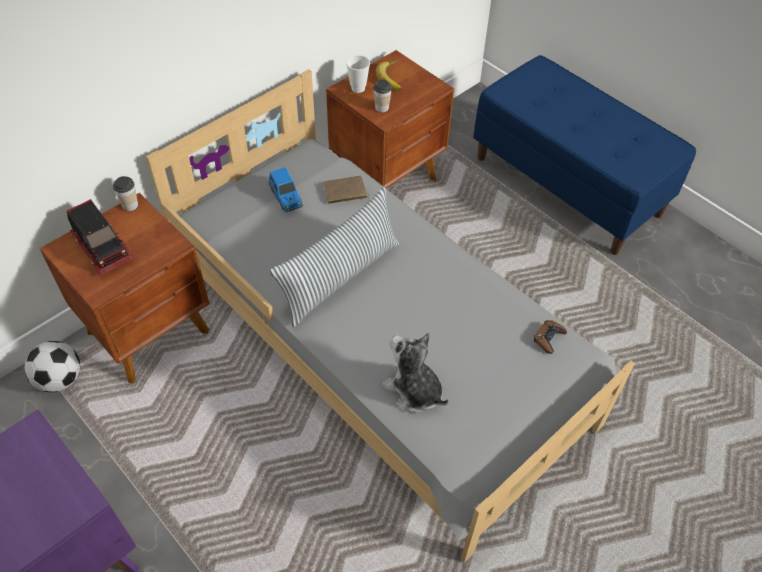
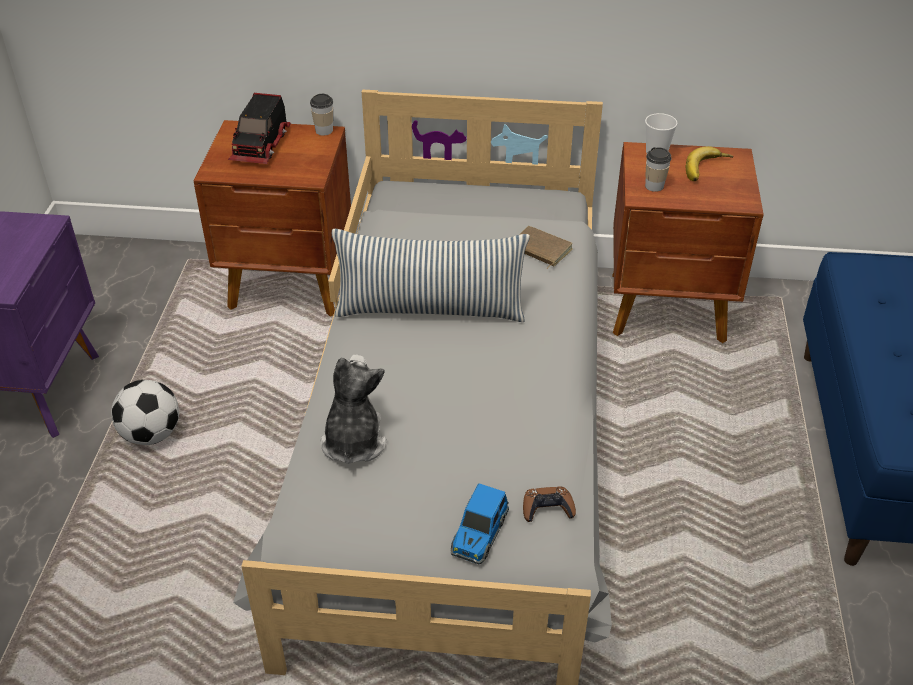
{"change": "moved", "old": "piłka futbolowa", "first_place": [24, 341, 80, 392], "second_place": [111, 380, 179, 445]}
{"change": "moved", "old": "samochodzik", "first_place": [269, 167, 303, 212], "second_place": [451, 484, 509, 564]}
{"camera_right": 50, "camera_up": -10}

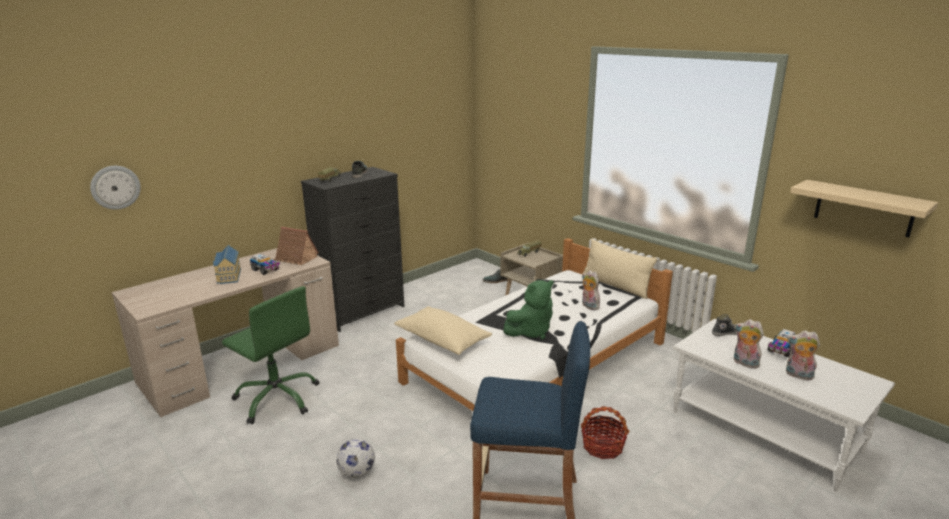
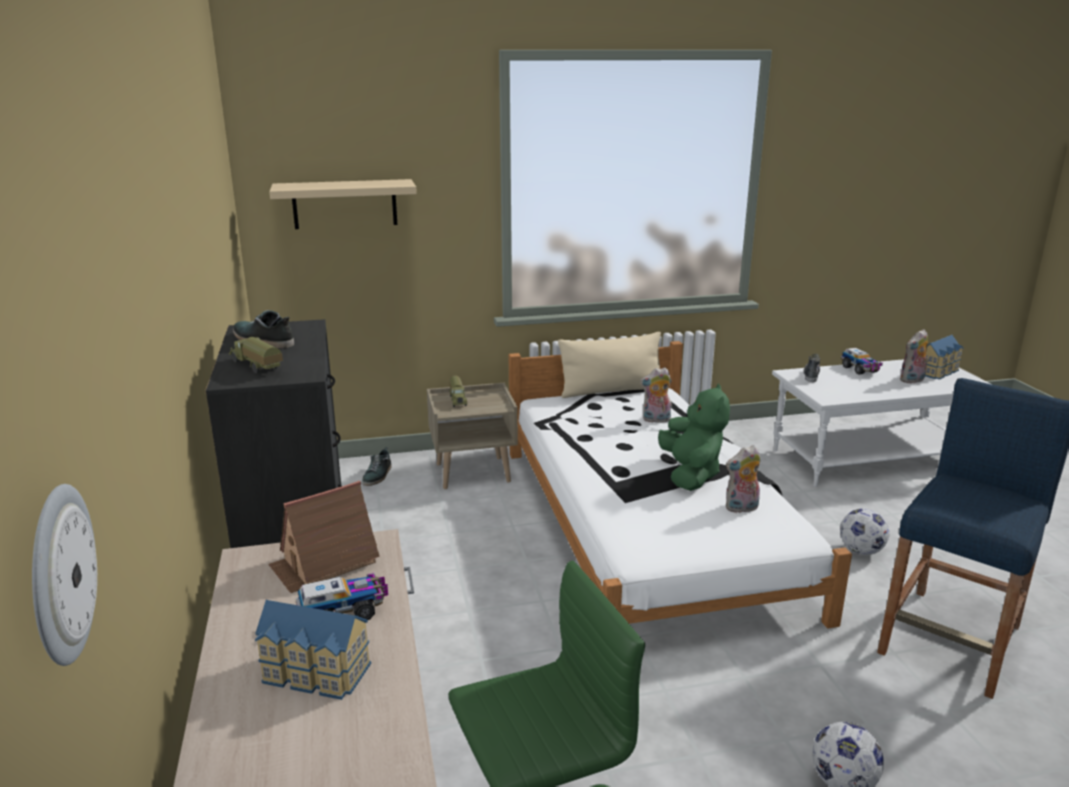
{"change": "removed", "old": "poduszka/beżowy", "first_place": [394, 306, 492, 355]}
{"change": "added", "new": "domek", "second_place": [925, 335, 964, 380]}
{"change": "moved", "old": "pluszak", "first_place": [734, 319, 764, 368], "second_place": [726, 445, 760, 513]}
{"change": "moved", "old": "półka/beżowy", "first_place": [790, 180, 938, 237], "second_place": [269, 179, 417, 229]}
{"change": "replaced", "old": "koszyk", "new": "piłka futbolowa", "first_place": [581, 406, 630, 459], "second_place": [840, 509, 889, 555]}
{"camera_right": -60, "camera_up": 0}

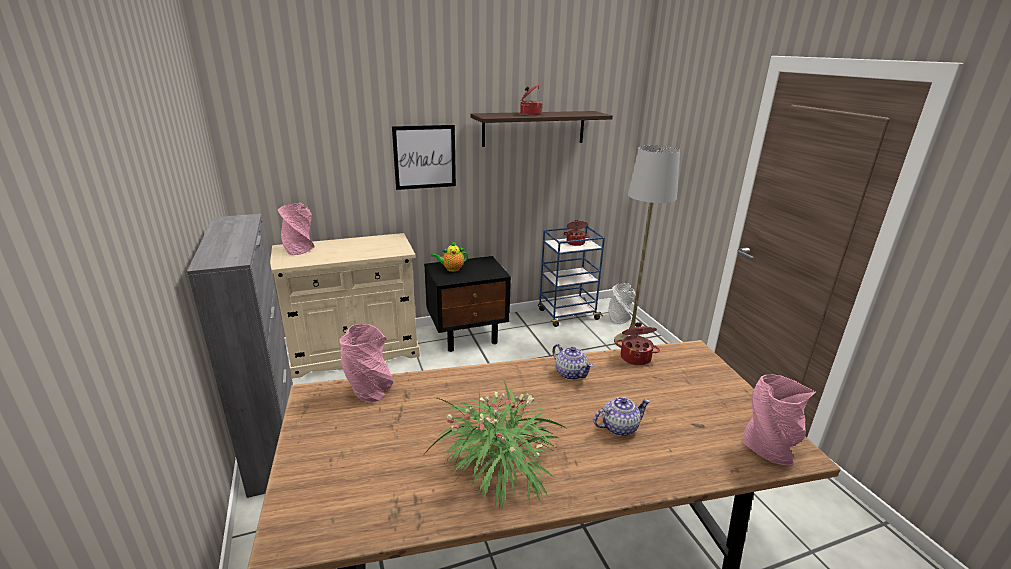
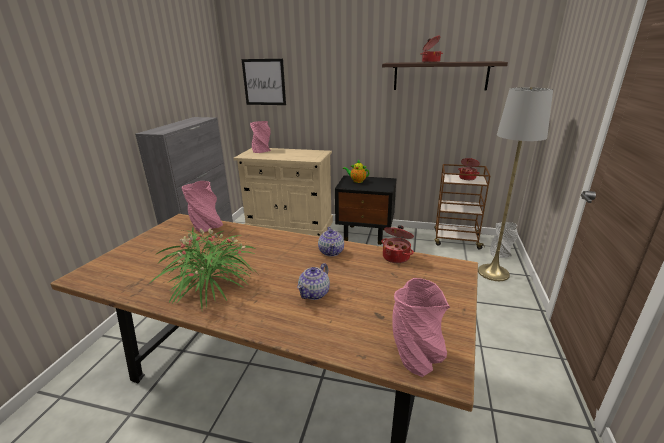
{"change": "moved", "old": "obraz", "first_place": [392, 125, 456, 190], "second_place": [242, 59, 286, 105]}
{"change": "recoloured", "old": "wózek/niebieski", "new": "wózek/brązowy", "first_place": [538, 226, 605, 327], "second_place": [434, 164, 490, 250]}
{"change": "turned", "old": "imbryk", "first_place": [594, 397, 650, 436], "second_place": [297, 263, 330, 300], "degrees": 105}
{"camera_right": 35, "camera_up": 0}

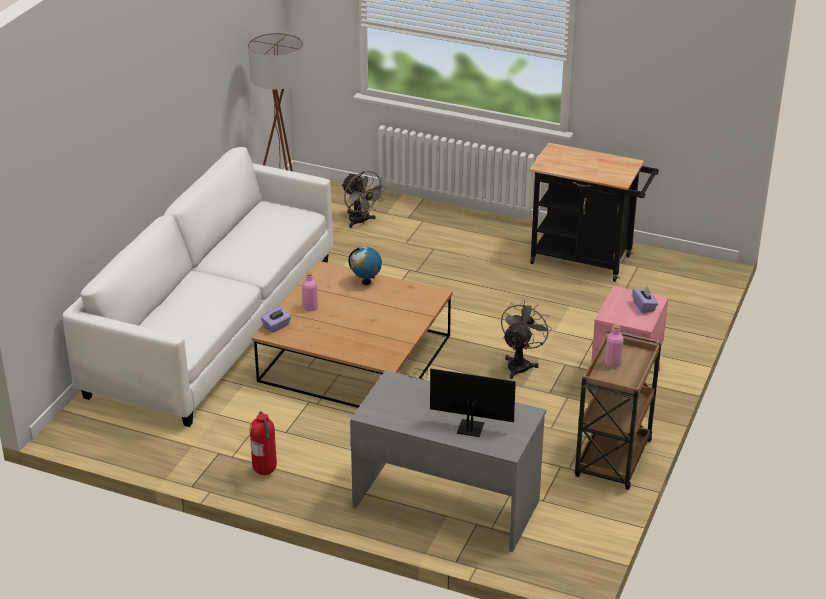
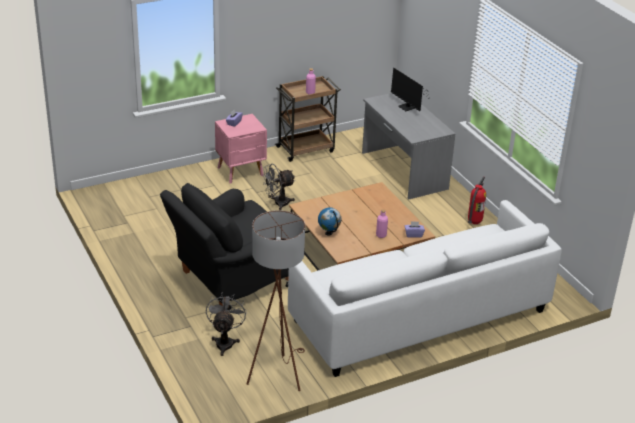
{"change": "removed", "old": "wózek/czarny", "first_place": [529, 143, 659, 282]}
{"change": "added", "new": "fotel/czarny", "second_place": [160, 183, 289, 312]}
{"camera_right": -140, "camera_up": 0}

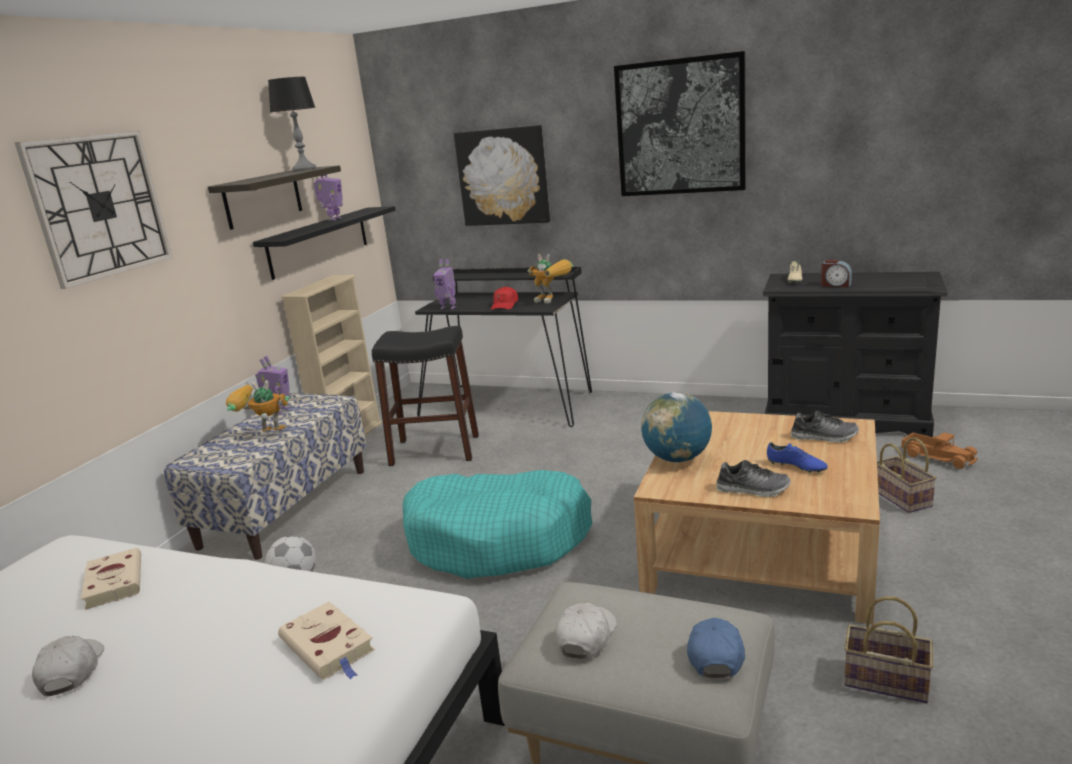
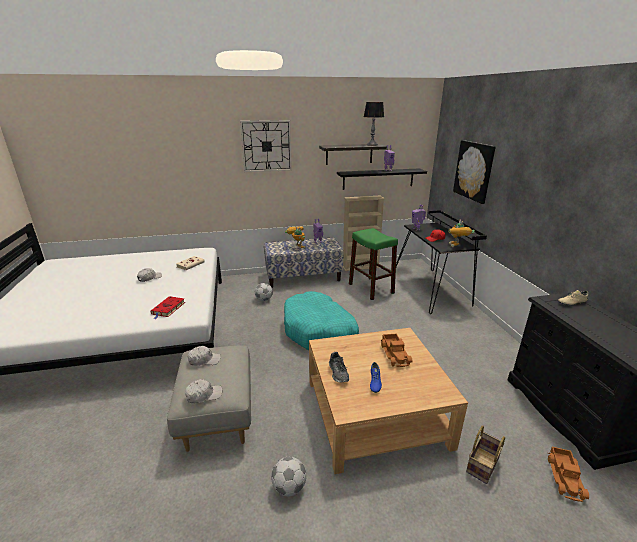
{"change": "removed", "old": "obraz", "first_place": [614, 51, 746, 196]}
{"change": "removed", "old": "globus", "first_place": [641, 392, 712, 462]}
{"change": "removed", "old": "but", "first_place": [791, 411, 859, 442]}
{"change": "removed", "old": "budzik", "first_place": [821, 260, 852, 287]}
{"change": "added", "new": "ciężarówka zabawkowa", "second_place": [381, 333, 413, 367]}
{"change": "replaced", "old": "koszyk", "new": "piłka futbolowa", "first_place": [844, 596, 933, 703], "second_place": [271, 457, 306, 496]}
{"change": "recoloured", "old": "książka/beżowy", "new": "książka/czerwony", "first_place": [278, 601, 375, 680], "second_place": [150, 296, 185, 319]}
{"change": "recoloured", "old": "stołek/czarny", "new": "stołek/zielony", "first_place": [372, 326, 479, 466], "second_place": [349, 228, 398, 300]}
{"change": "recoloured", "old": "czapka z daszkiem/niebieski", "new": "czapka z daszkiem/biały", "first_place": [687, 618, 745, 678], "second_place": [185, 379, 222, 403]}
{"camera_right": 55, "camera_up": 5}

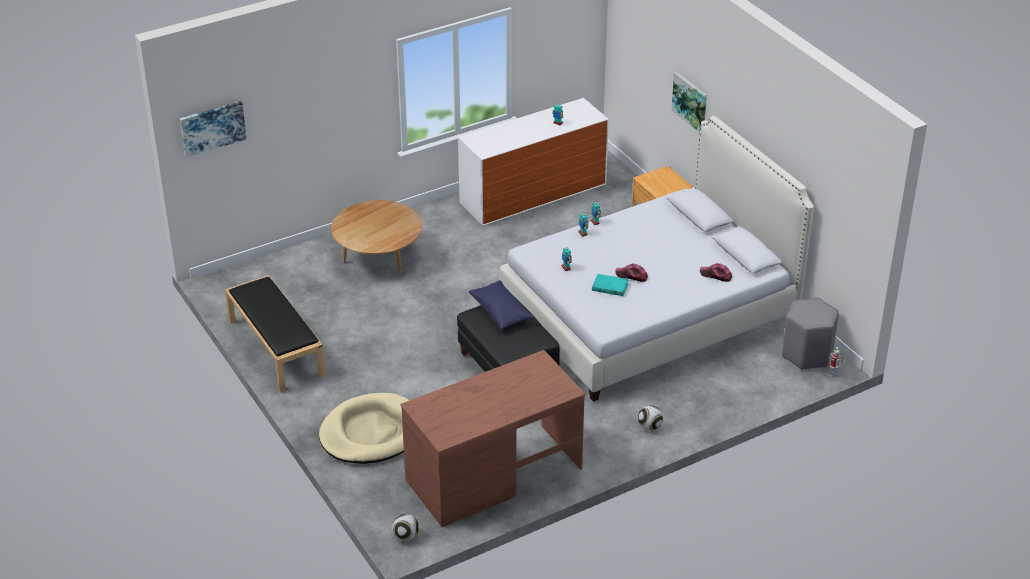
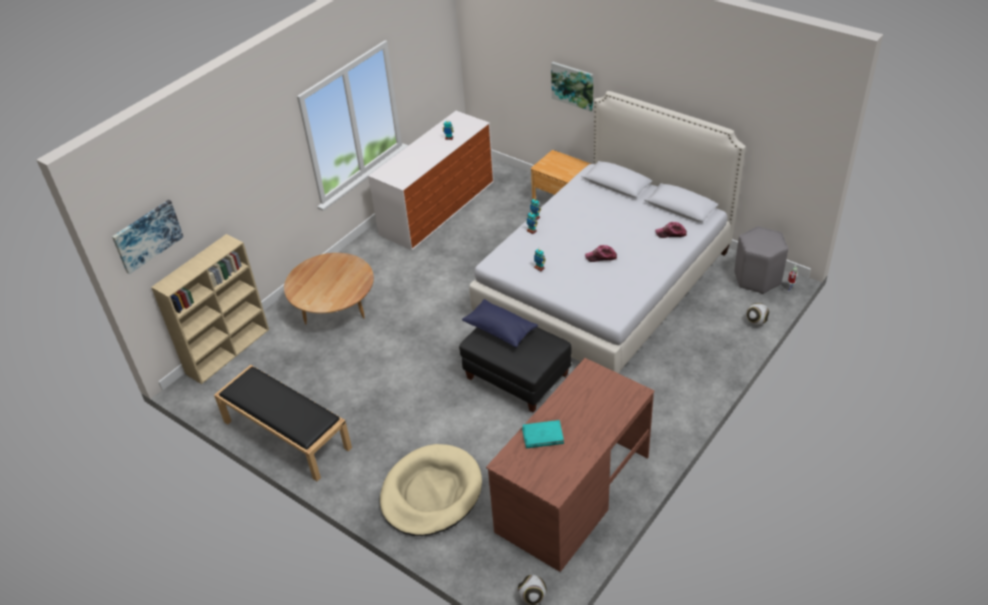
{"change": "added", "new": "regał/beżowy", "second_place": [151, 234, 269, 384]}
{"change": "moved", "old": "książka/turkusowy", "first_place": [592, 274, 629, 296], "second_place": [522, 420, 564, 448]}
{"change": "moved", "old": "piłka futbolowa", "first_place": [638, 405, 663, 430], "second_place": [746, 303, 770, 325]}
{"camera_right": -20, "camera_up": 5}

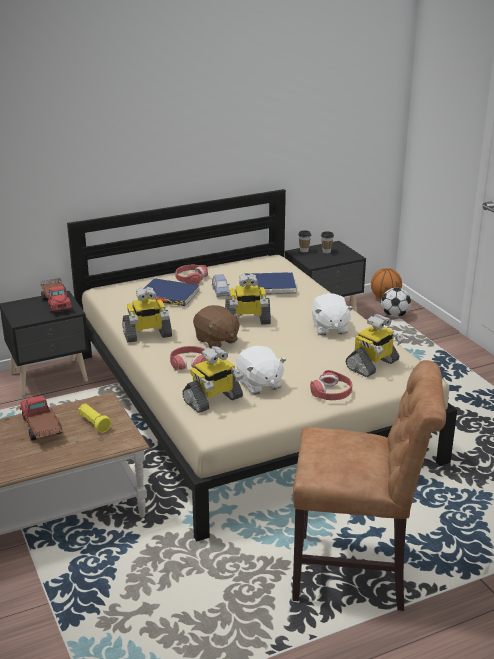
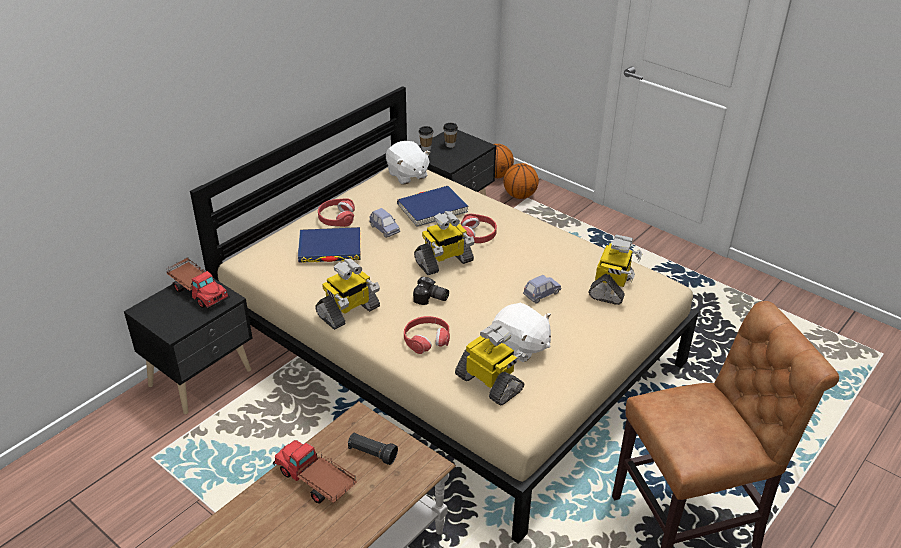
{"change": "added", "new": "samochodzik/niebieski", "second_place": [523, 275, 562, 303]}
{"change": "moved", "old": "słuchawki/czerwony", "first_place": [310, 370, 352, 400], "second_place": [461, 213, 497, 243]}
{"change": "moved", "old": "pluszak/biały", "first_place": [312, 293, 354, 335], "second_place": [386, 141, 431, 185]}
{"change": "replaced", "old": "pluszak/brązowy", "new": "aparat fotograficzny", "first_place": [193, 305, 241, 348], "second_place": [413, 277, 449, 305]}
{"change": "replaced", "old": "piłka futbolowa", "new": "piłka do koszykówki", "first_place": [381, 288, 411, 318], "second_place": [504, 163, 539, 199]}
{"change": "recoloured", "old": "latarka/żółty", "new": "latarka/czarny", "first_place": [78, 404, 111, 433], "second_place": [348, 433, 398, 465]}
{"change": "turned", "old": "robot zabawkowy", "first_place": [182, 346, 244, 413], "second_place": [455, 323, 528, 405], "degrees": -75}
{"camera_right": -25, "camera_up": 10}

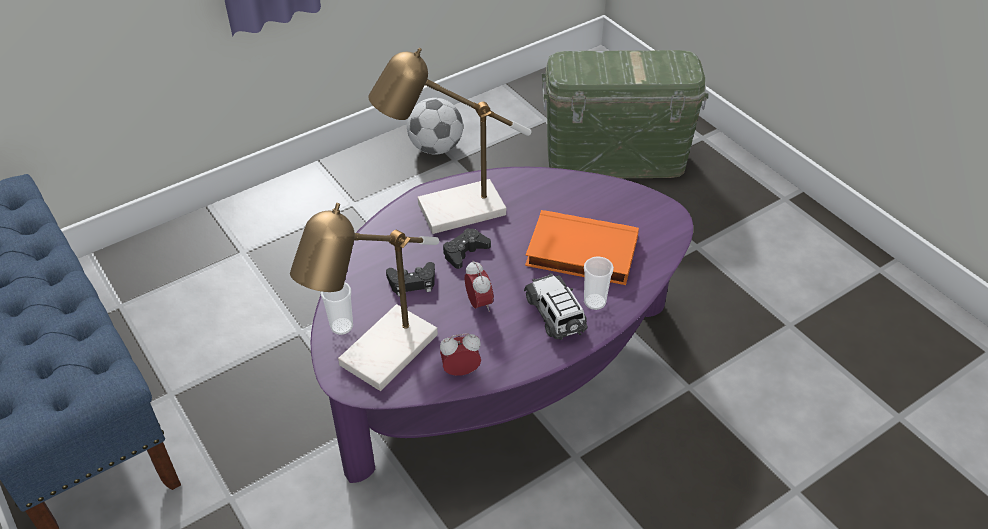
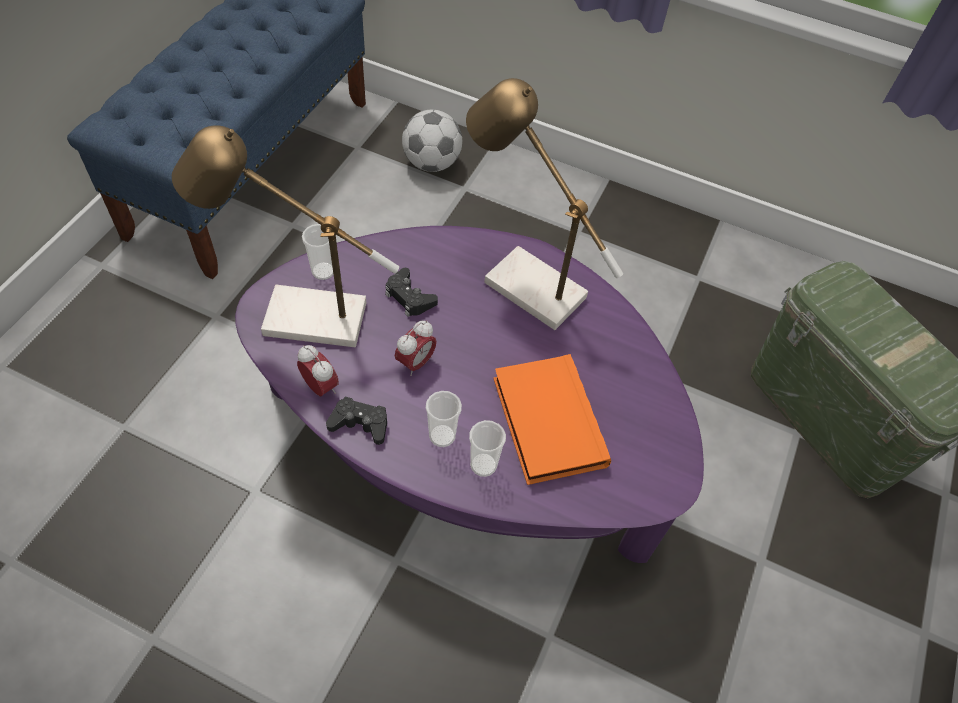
{"change": "moved", "old": "piłka futbolowa", "first_place": [407, 98, 463, 155], "second_place": [402, 110, 462, 172]}
{"change": "moved", "old": "pad do gier/czarny", "first_place": [443, 228, 491, 269], "second_place": [326, 397, 387, 445]}
{"change": "replaced", "old": "samochodzik", "new": "filiżanka", "first_place": [524, 273, 587, 340], "second_place": [426, 391, 462, 447]}
{"camera_right": 55, "camera_up": 10}

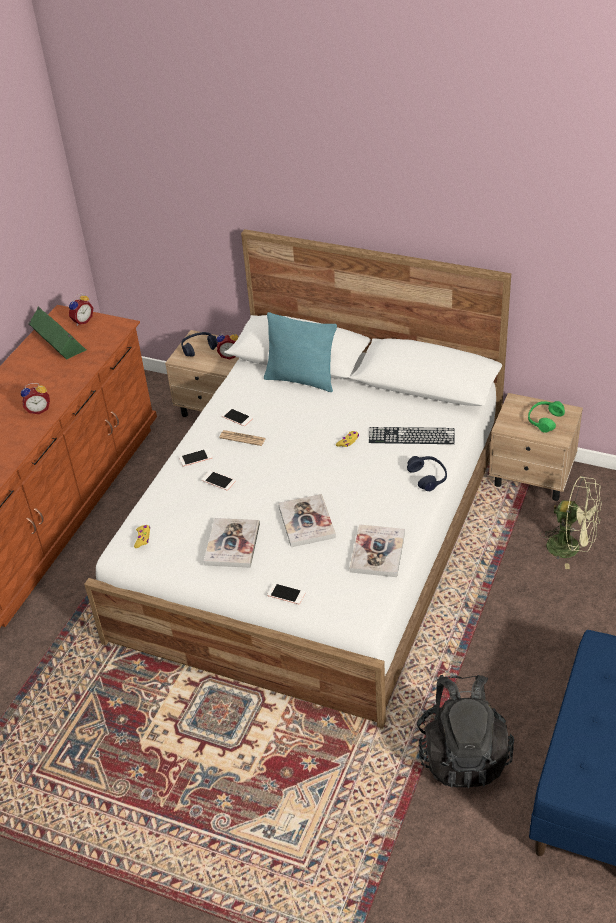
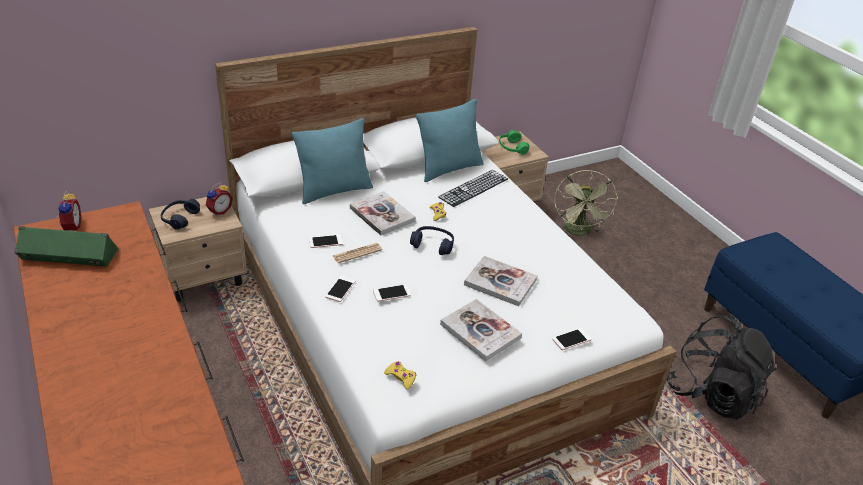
{"change": "removed", "old": "budzik", "first_place": [21, 383, 50, 414]}
{"change": "added", "new": "poduszka/turkusowy", "second_place": [416, 99, 484, 182]}
{"change": "moved", "old": "książka", "first_place": [350, 524, 405, 577], "second_place": [350, 191, 416, 235]}
{"change": "moved", "old": "słuchawki/niebieski", "first_place": [407, 456, 447, 491], "second_place": [410, 226, 454, 255]}
{"change": "turned", "old": "wentylator/zielony", "first_place": [540, 476, 602, 569], "second_place": [555, 170, 618, 236], "degrees": 120}
{"camera_right": -55, "camera_up": -5}

